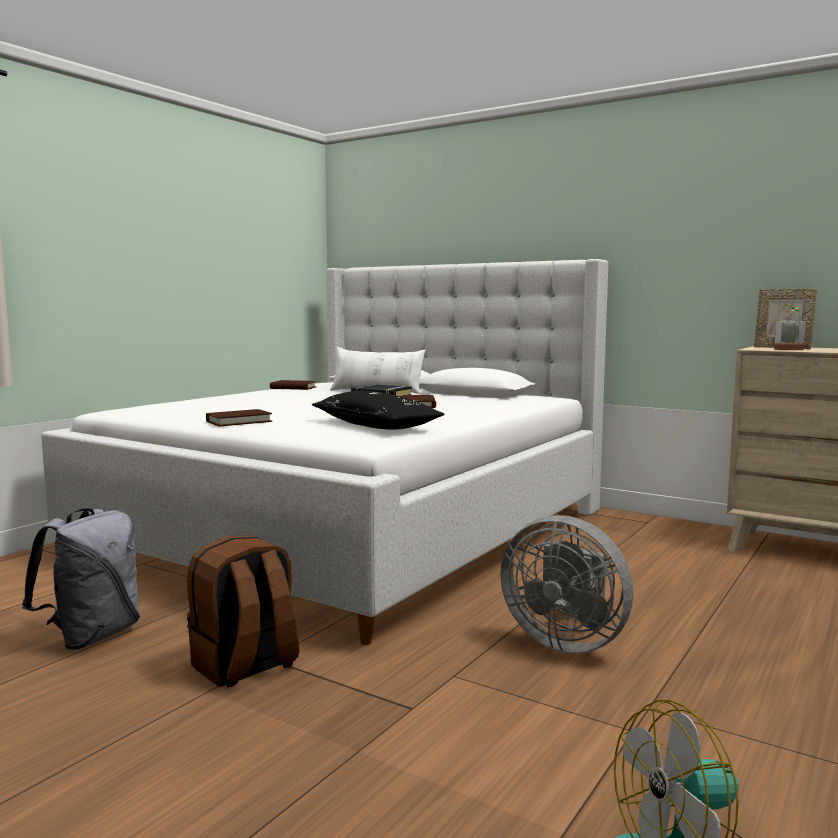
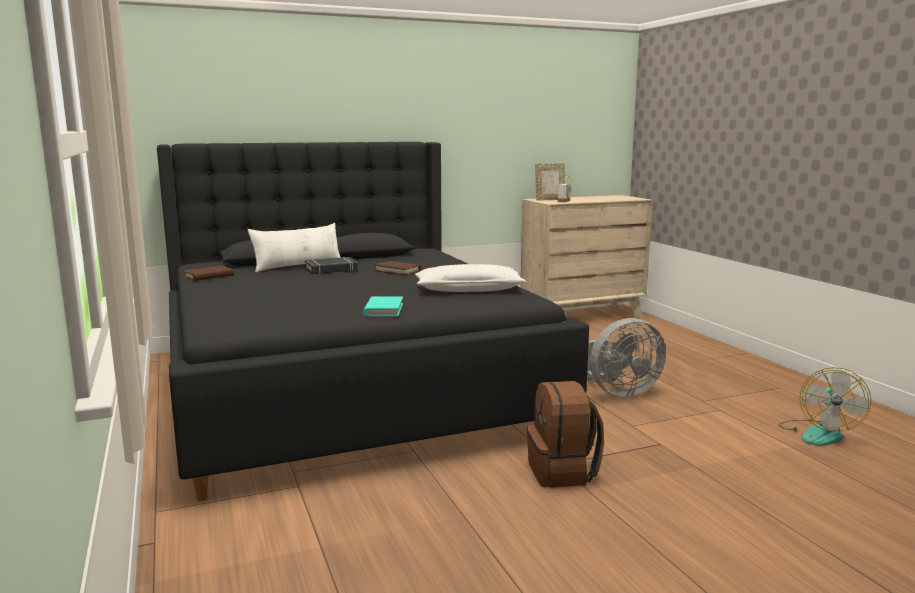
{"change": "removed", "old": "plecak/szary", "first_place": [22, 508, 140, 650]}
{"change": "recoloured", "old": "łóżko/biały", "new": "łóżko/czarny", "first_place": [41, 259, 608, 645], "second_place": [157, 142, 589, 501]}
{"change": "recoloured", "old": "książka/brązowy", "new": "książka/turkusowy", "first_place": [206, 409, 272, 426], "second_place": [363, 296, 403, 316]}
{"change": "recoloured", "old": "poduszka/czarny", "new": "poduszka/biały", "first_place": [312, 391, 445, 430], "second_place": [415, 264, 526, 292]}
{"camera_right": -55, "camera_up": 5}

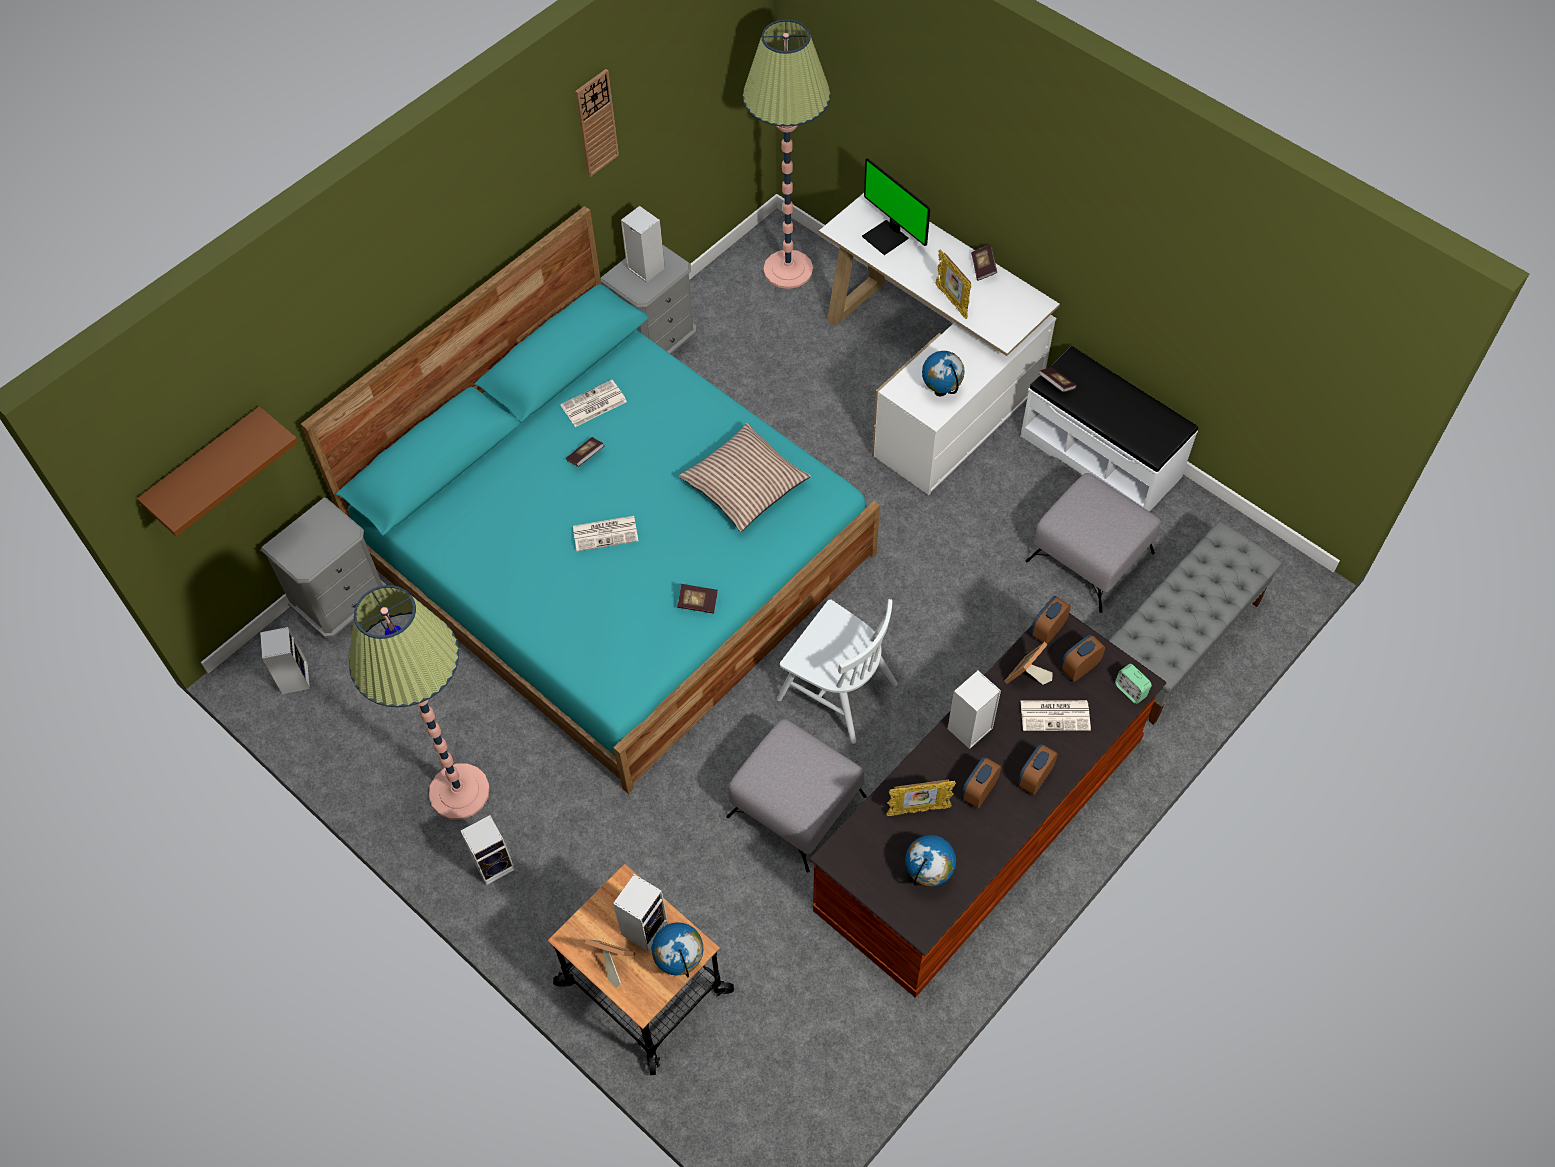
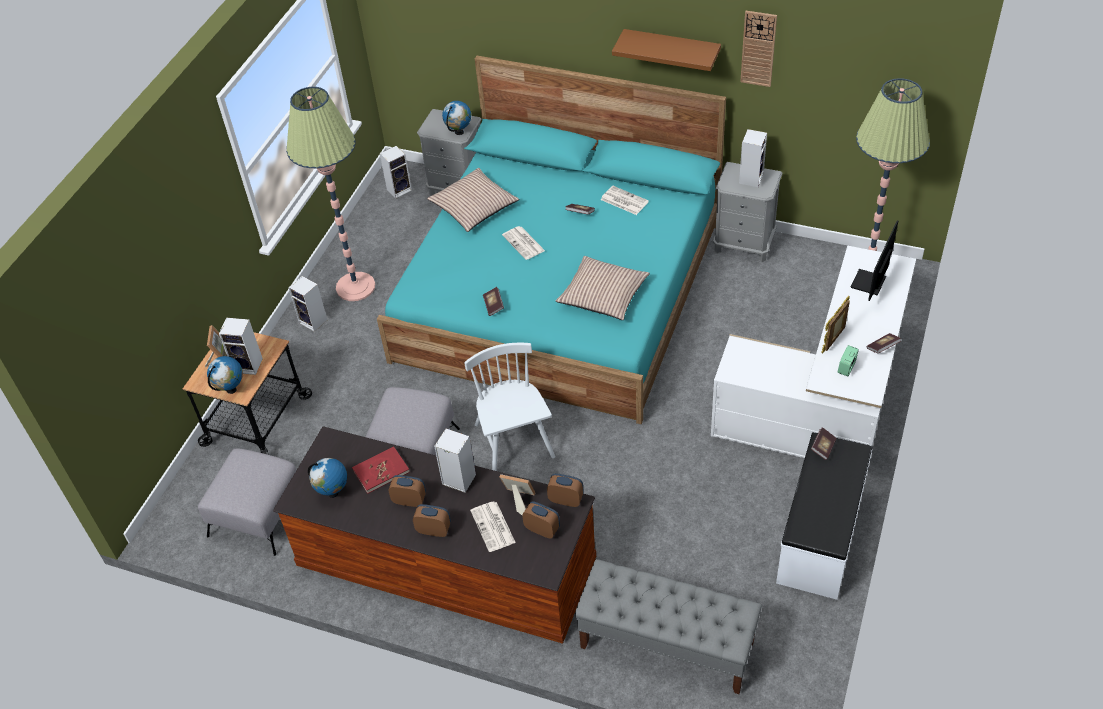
{"change": "added", "new": "poduszka", "second_place": [427, 168, 519, 232]}
{"change": "moved", "old": "półka/brązowy", "first_place": [137, 406, 298, 536], "second_place": [612, 29, 721, 71]}
{"change": "moved", "old": "globus", "first_place": [922, 351, 965, 396], "second_place": [442, 101, 471, 135]}
{"change": "moved", "old": "pufa/szary", "first_place": [1026, 473, 1161, 613], "second_place": [198, 448, 297, 556]}
{"change": "moved", "old": "budzik", "first_place": [1115, 664, 1152, 704], "second_place": [837, 345, 859, 376]}
{"change": "replaced", "old": "ramka na zdjęcie", "new": "książka/czerwony", "first_place": [886, 780, 956, 816], "second_place": [352, 447, 410, 494]}
{"change": "turned", "old": "krzesło/biały", "first_place": [777, 599, 898, 744], "second_place": [464, 343, 555, 471], "degrees": 150}
{"camera_right": 70, "camera_up": -10}

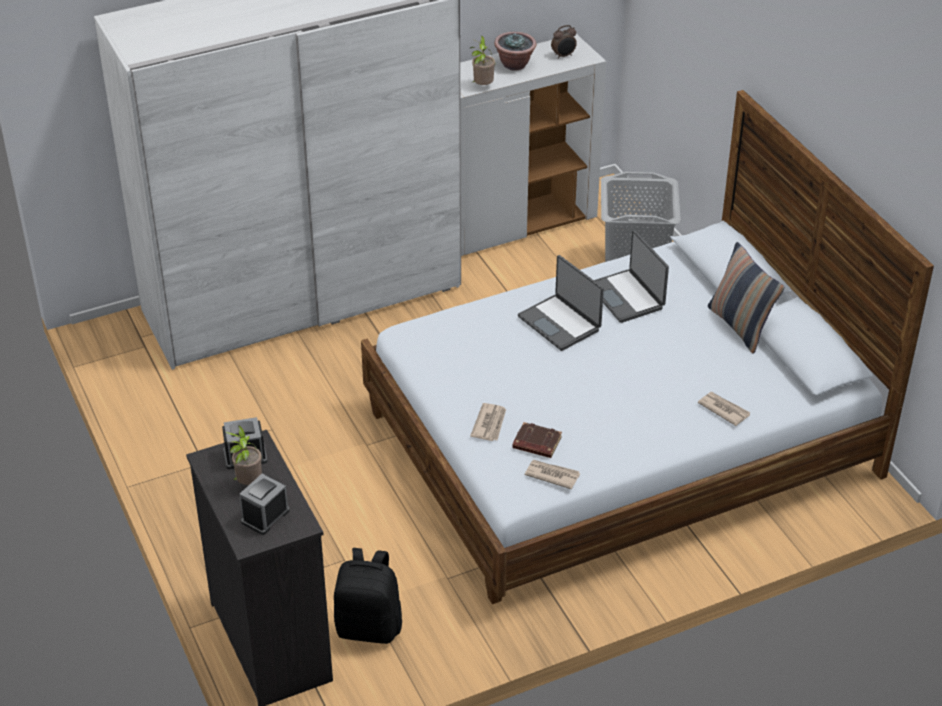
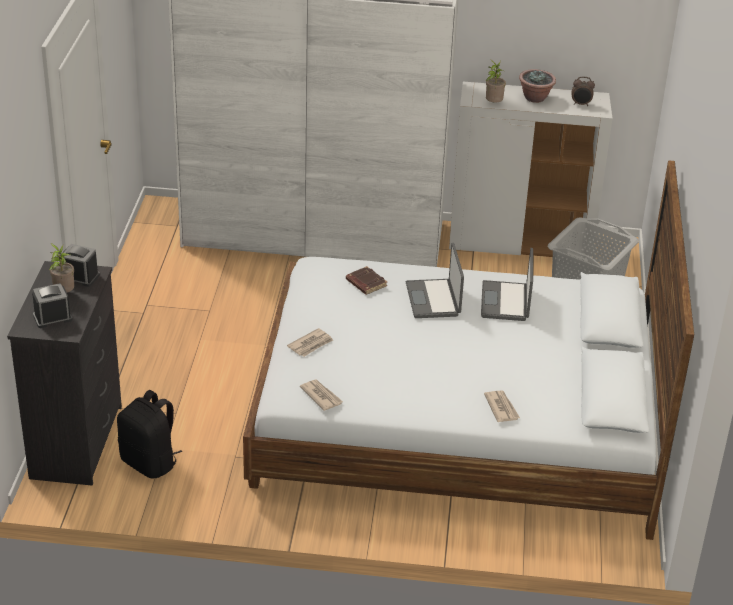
{"change": "removed", "old": "poduszka", "first_place": [708, 242, 784, 354]}
{"change": "moved", "old": "książka/brązowy", "first_place": [512, 422, 562, 458], "second_place": [346, 266, 387, 295]}
{"camera_right": 30, "camera_up": -5}

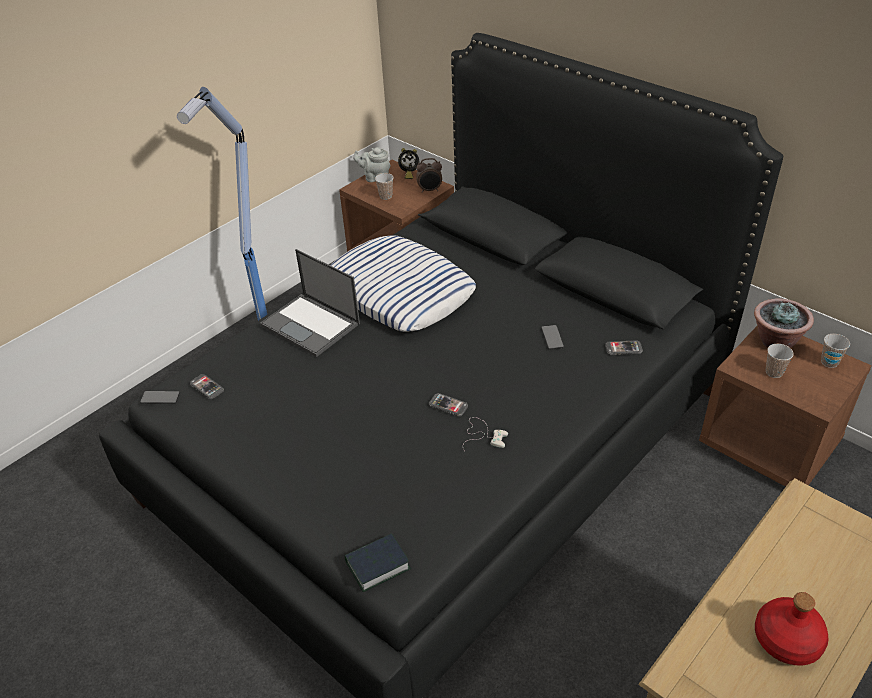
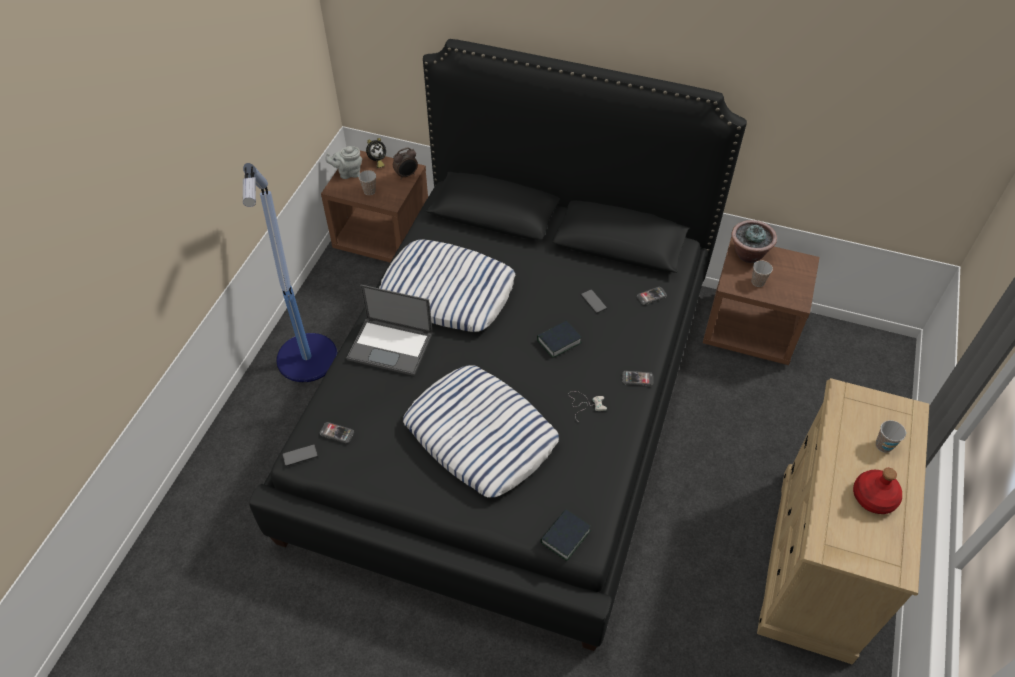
{"change": "added", "new": "poduszka", "second_place": [403, 365, 559, 498]}
{"change": "added", "new": "książka", "second_place": [537, 320, 582, 358]}
{"change": "moved", "old": "telefon", "first_place": [429, 393, 468, 417], "second_place": [622, 371, 654, 386]}
{"change": "moved", "old": "filiżanka", "first_place": [821, 334, 850, 368], "second_place": [876, 420, 906, 453]}
{"camera_right": -25, "camera_up": 10}

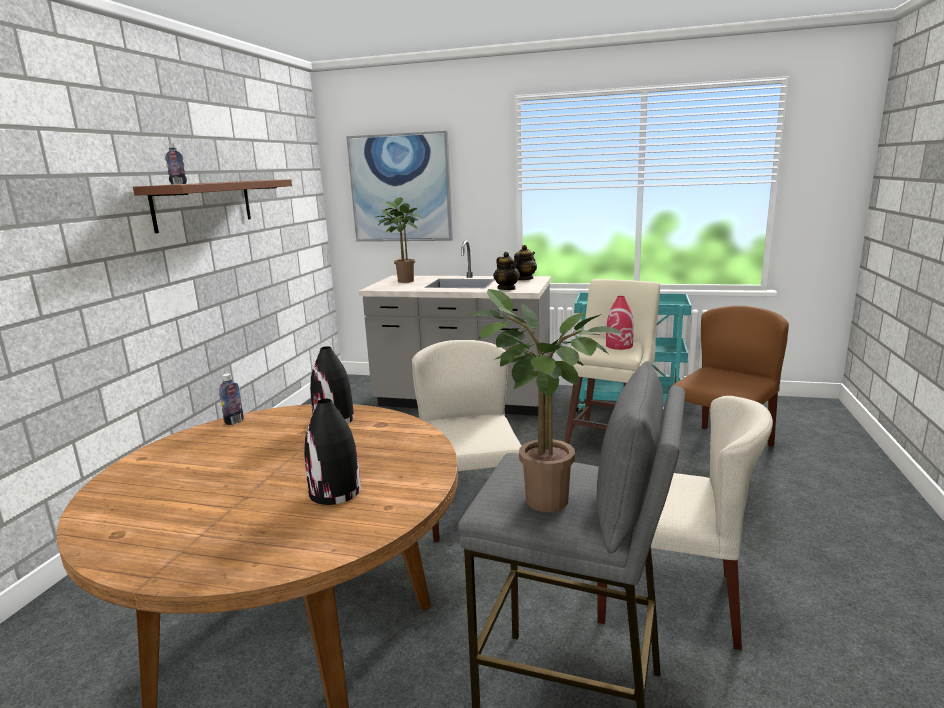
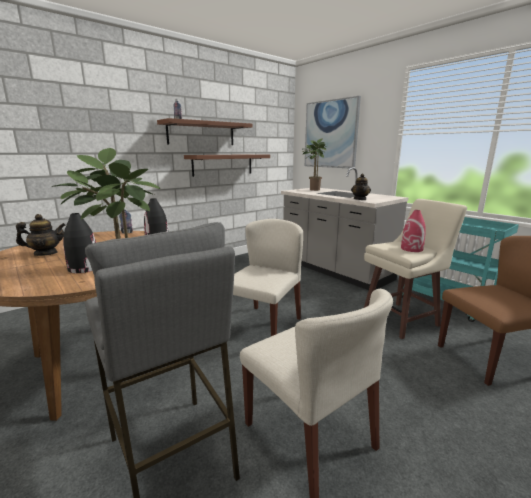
{"change": "added", "new": "półka/brązowy", "second_place": [184, 154, 270, 177]}
{"change": "moved", "old": "imbryk", "first_place": [514, 245, 537, 280], "second_place": [16, 214, 66, 256]}
{"camera_right": 35, "camera_up": 0}

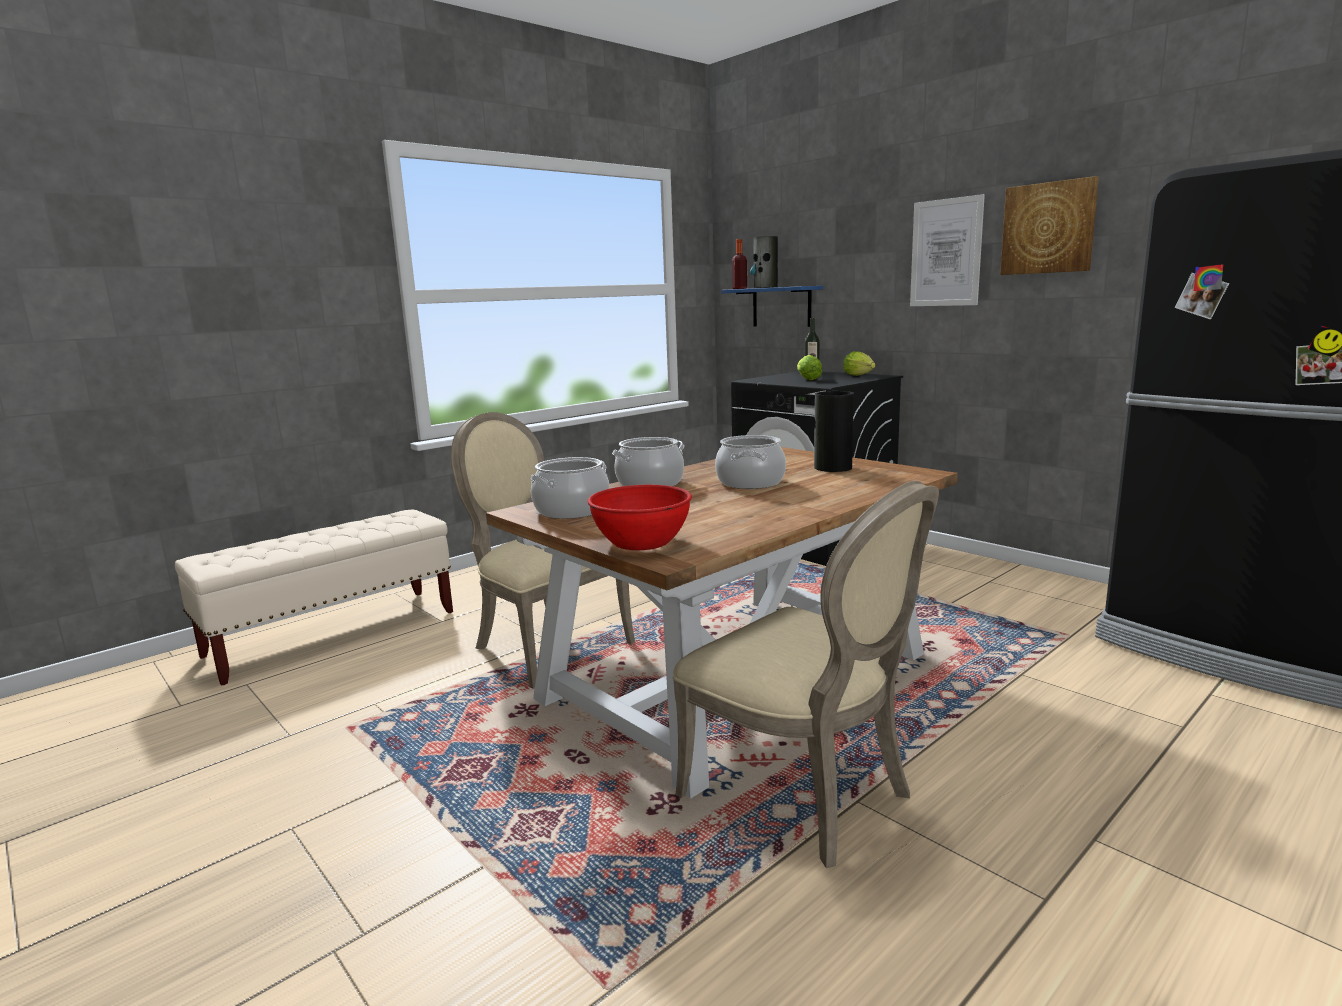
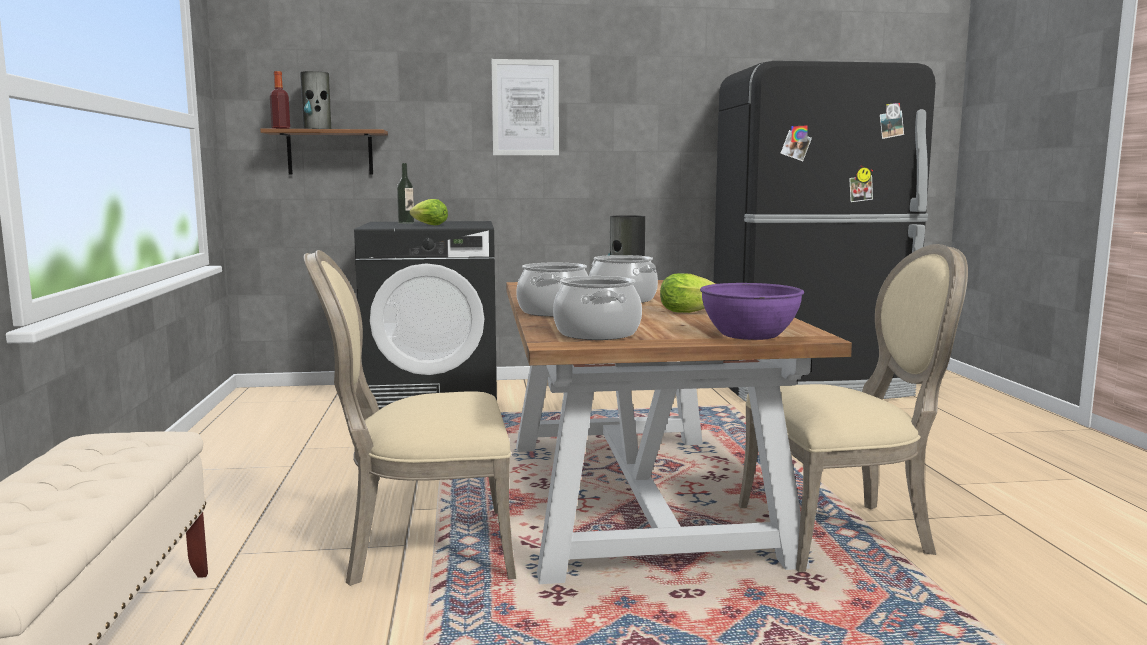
{"change": "removed", "old": "obraz", "first_place": [1000, 176, 1099, 275]}
{"change": "moved", "old": "sałata", "first_place": [843, 351, 875, 376], "second_place": [660, 273, 715, 313]}
{"change": "recoloured", "old": "miska/czerwony", "new": "miska/fioletowy", "first_place": [587, 485, 692, 550], "second_place": [700, 283, 804, 340]}
{"change": "recoloured", "old": "półka/niebieski", "new": "półka/brązowy", "first_place": [721, 286, 823, 327], "second_place": [260, 129, 388, 175]}
{"camera_right": -55, "camera_up": -5}

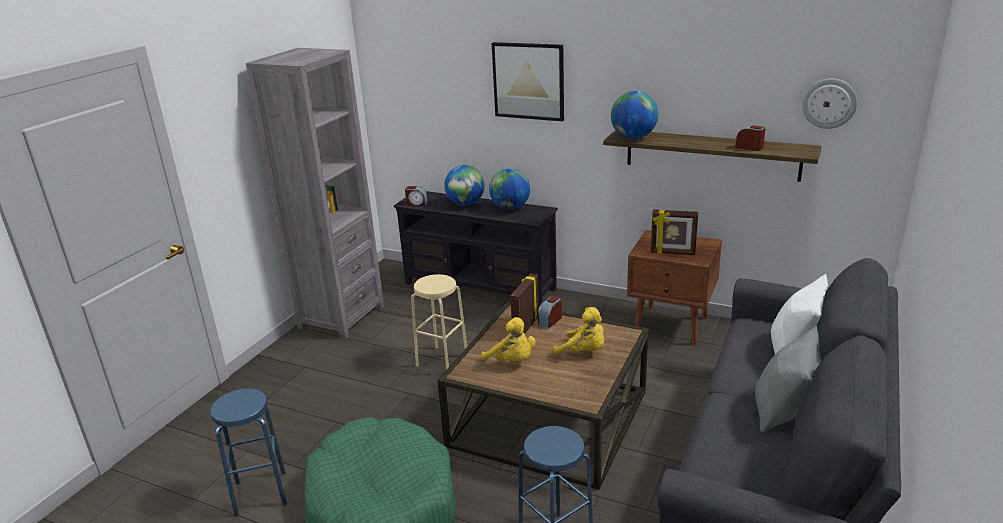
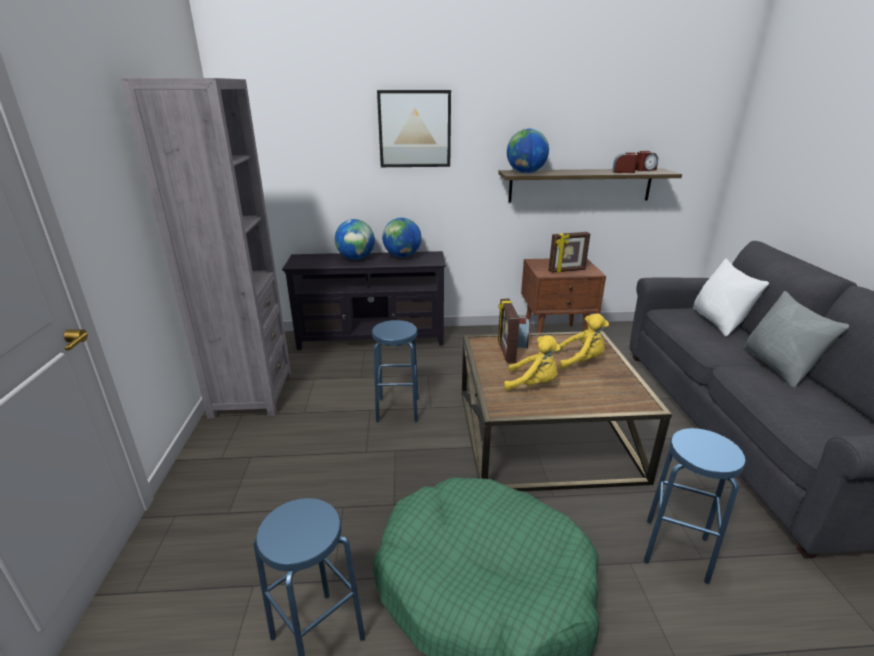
{"change": "removed", "old": "zegar ścienny", "first_place": [802, 79, 857, 129]}
{"change": "moved", "old": "budzik", "first_place": [405, 186, 428, 206], "second_place": [635, 151, 658, 171]}
{"change": "recoloured", "old": "stołek/beżowy", "new": "stołek/niebieski", "first_place": [411, 274, 467, 370], "second_place": [372, 320, 419, 423]}
{"camera_right": -30, "camera_up": 0}

